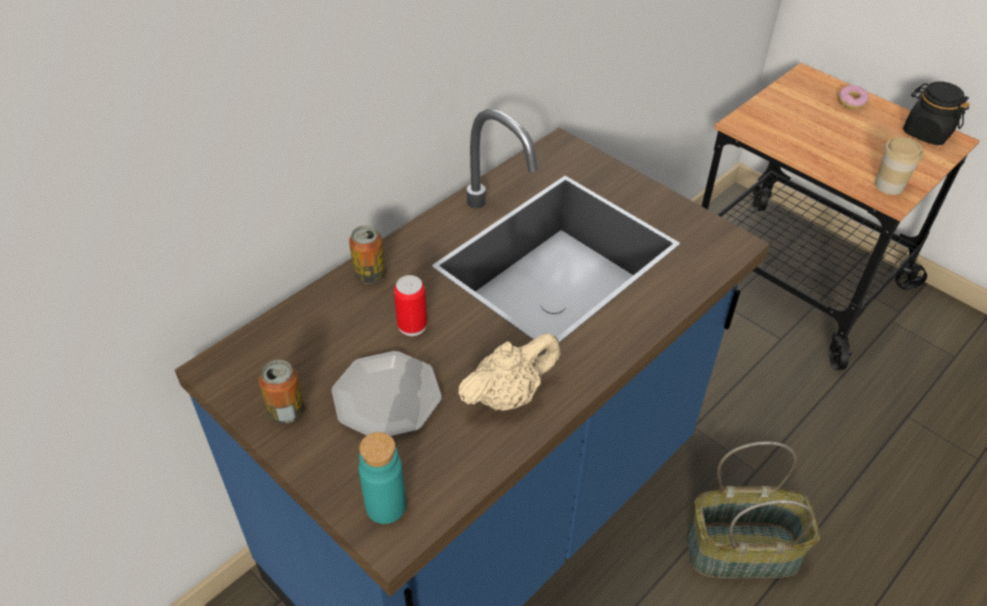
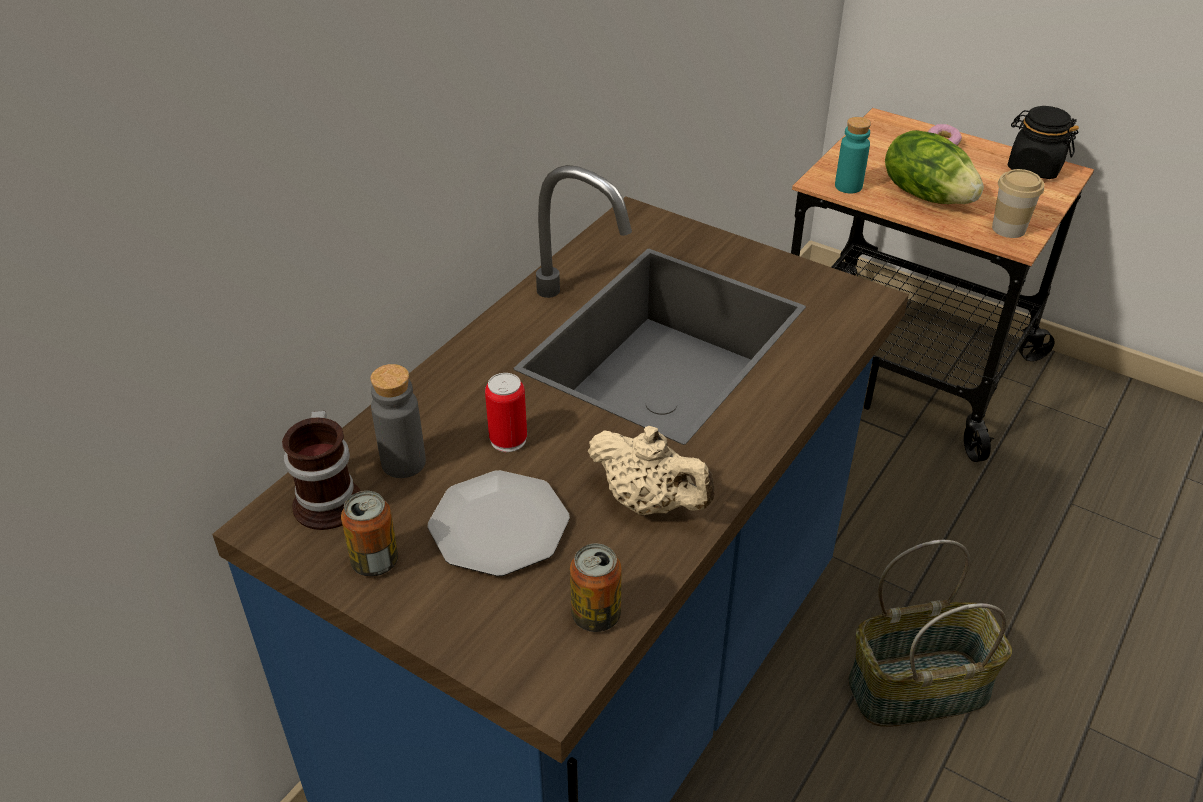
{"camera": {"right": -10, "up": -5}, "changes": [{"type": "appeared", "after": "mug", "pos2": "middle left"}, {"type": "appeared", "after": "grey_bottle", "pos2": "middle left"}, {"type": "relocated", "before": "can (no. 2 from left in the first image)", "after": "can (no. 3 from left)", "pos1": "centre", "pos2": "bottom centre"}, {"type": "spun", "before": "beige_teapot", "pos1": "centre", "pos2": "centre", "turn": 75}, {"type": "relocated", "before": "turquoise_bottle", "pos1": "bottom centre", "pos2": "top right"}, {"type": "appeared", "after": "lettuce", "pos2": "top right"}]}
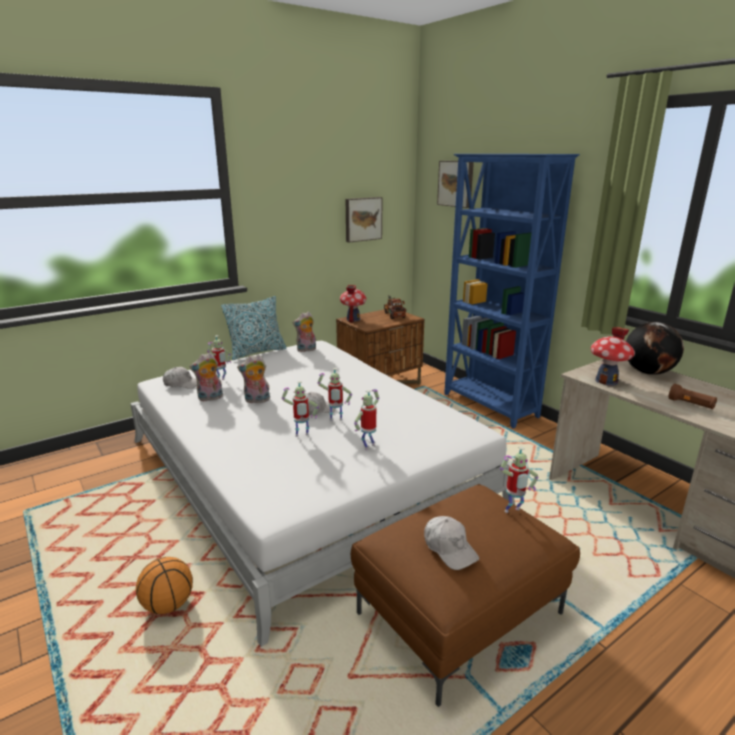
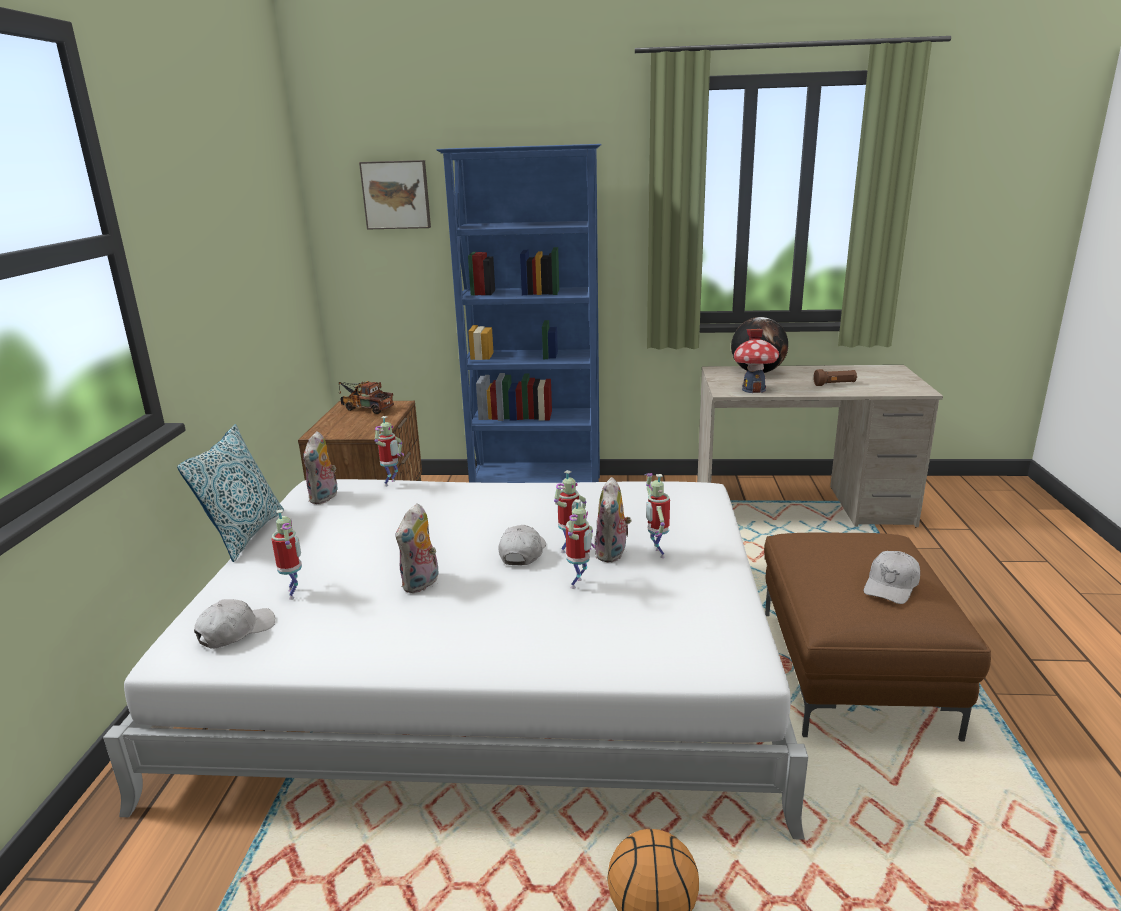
{"camera": {"right": -50, "up": 0}, "changes": [{"type": "relocated", "before": "toy_robot (no. 5 from left in the first image)", "after": "toy_robot (no. 2 from left)", "pos1": "middle right", "pos2": "centre"}, {"type": "relocated", "before": "plush_toy (no. 1 from left in the first image)", "after": "plush_toy (no. 3 from left)", "pos1": "middle left", "pos2": "centre"}, {"type": "spun", "before": "white_cap (no. 3 from left)", "pos1": "bottom centre", "pos2": "middle right", "turn": 120}, {"type": "missing", "before": "toy_house (no. 1 from left)", "pos1": "centre"}, {"type": "missing", "before": "picture (no. 1 from left)", "pos1": "top centre"}]}
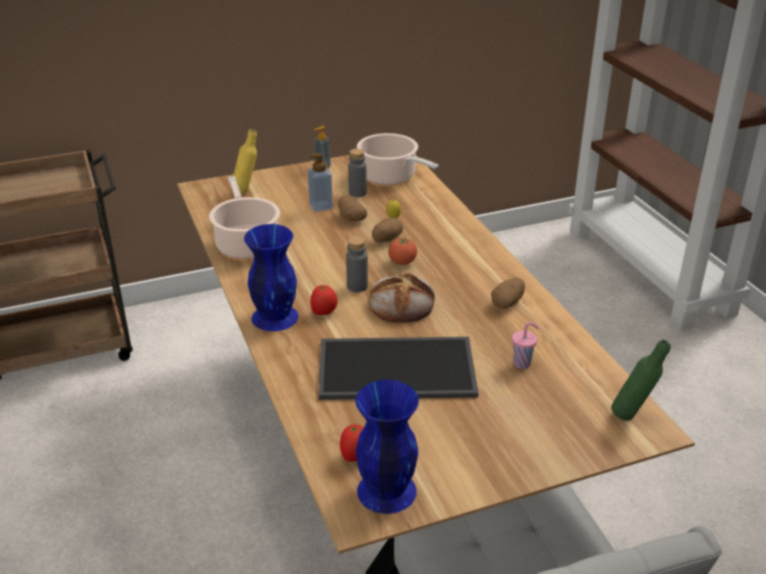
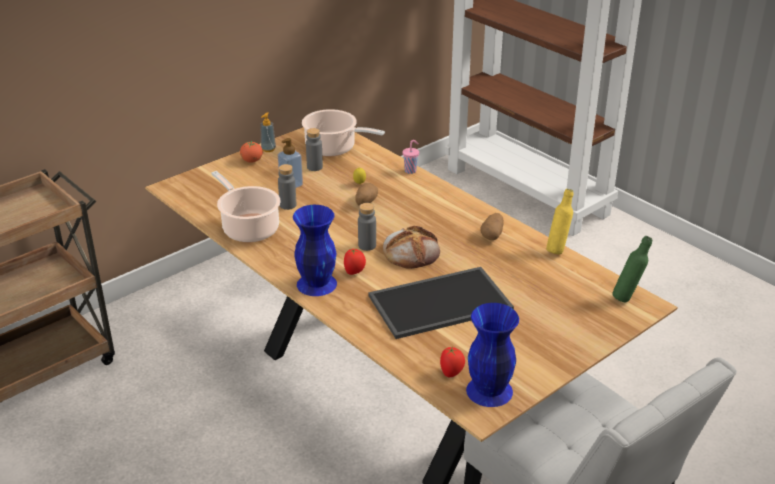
{"camera": {"right": -20, "up": 0}, "changes": [{"type": "relocated", "before": "tomato (no. 3 from left in the first image)", "after": "tomato (no. 1 from left)", "pos1": "centre", "pos2": "top left"}, {"type": "appeared", "after": "grey_bottle (no. 1 from left)", "pos2": "centre"}, {"type": "relocated", "before": "pink_cup", "pos1": "middle right", "pos2": "top centre"}, {"type": "relocated", "before": "yellow_bottle", "pos1": "top left", "pos2": "middle right"}, {"type": "missing", "before": "potato (no. 1 from left)", "pos1": "centre"}]}
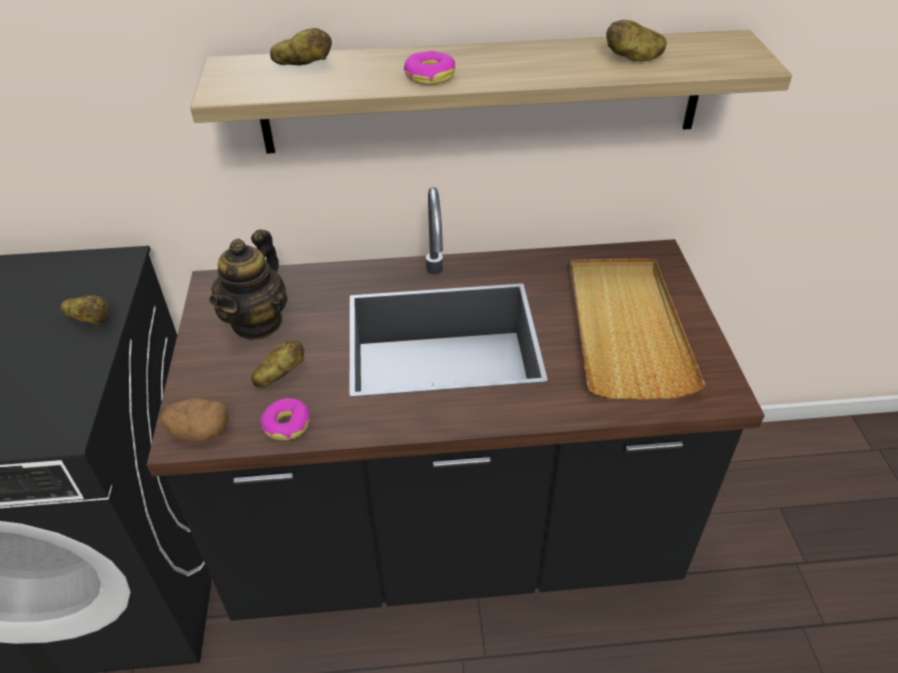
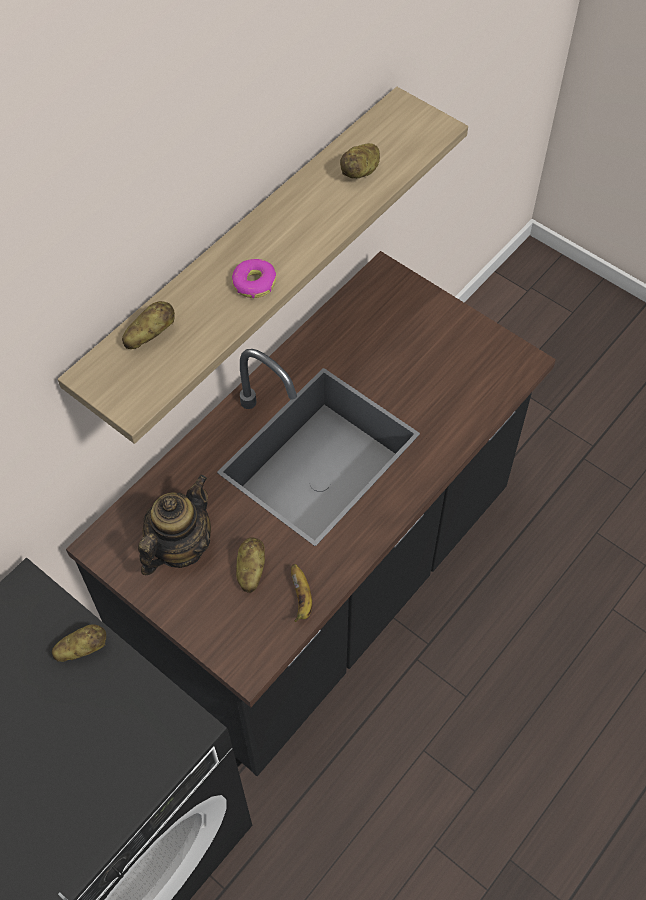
{"camera": {"right": -45, "up": 15}, "changes": [{"type": "spun", "before": "teapot", "pos1": "middle left", "pos2": "middle left", "turn": -120}, {"type": "exchanged", "before": "donut (no. 1 from left)", "after": "banana", "pos1": "middle left", "pos2": "centre"}, {"type": "missing", "before": "potato (no. 2 from left)", "pos1": "middle left"}, {"type": "missing", "before": "beige_tray", "pos1": "middle right"}]}
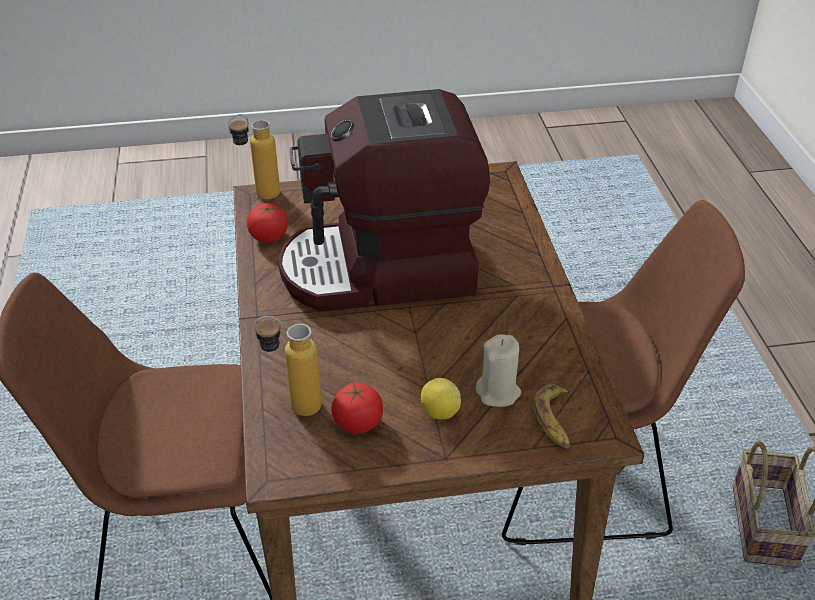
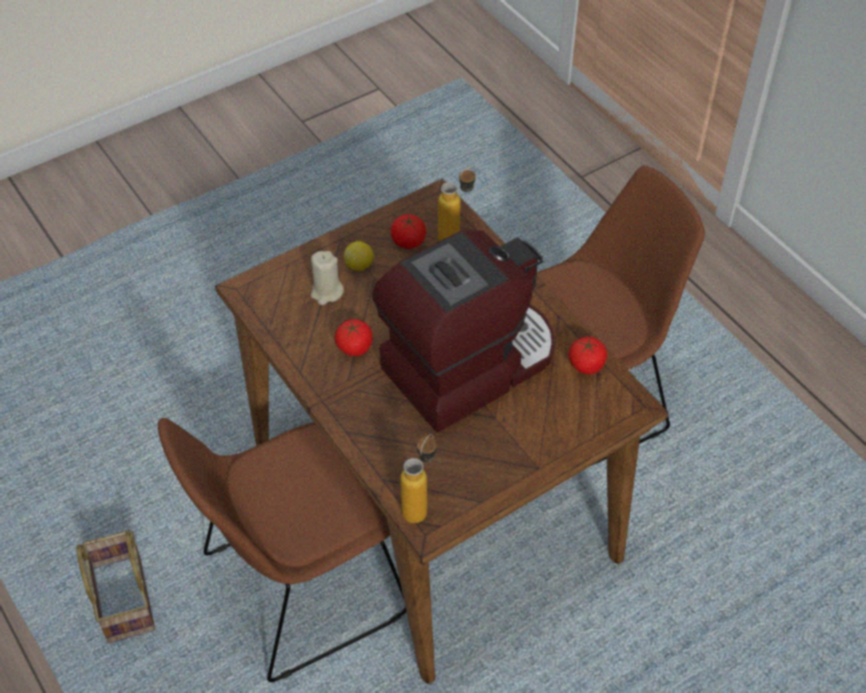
{"camera": {"right": 155, "up": 10}, "changes": [{"type": "appeared", "after": "tomato (no. 1 from left)", "pos2": "centre"}, {"type": "relocated", "before": "bottle (no. 1 from left)", "pos1": "top left", "pos2": "bottom centre"}, {"type": "missing", "before": "banana", "pos1": "bottom right"}]}
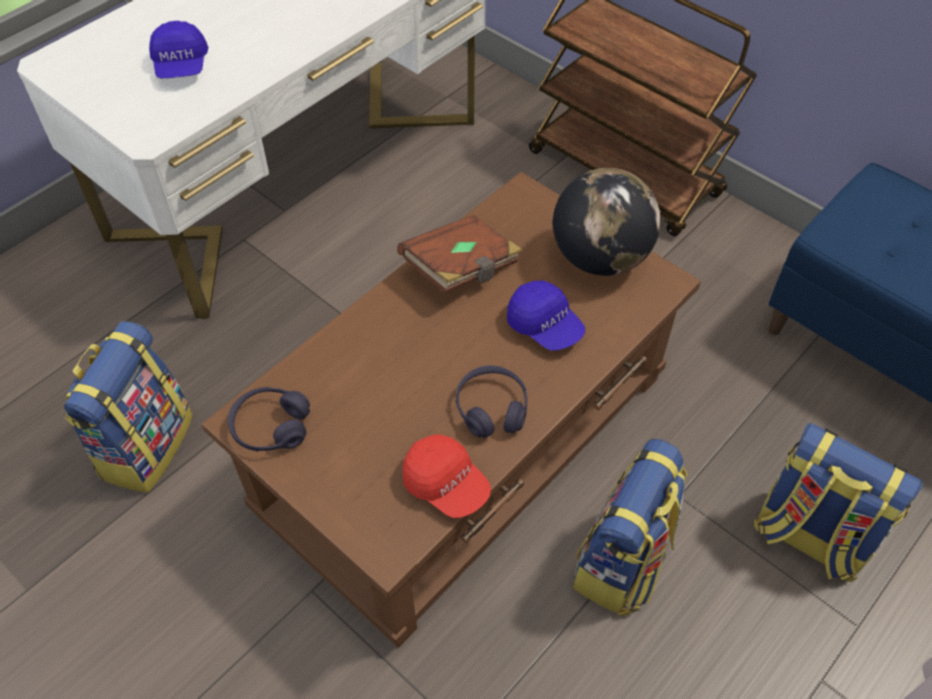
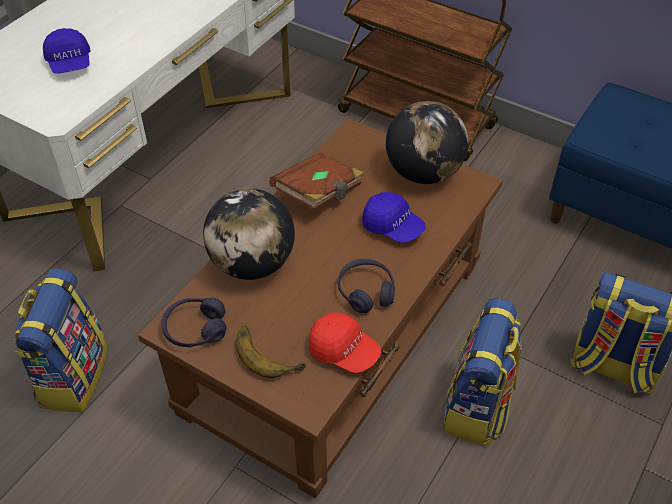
{"camera": {"right": -10, "up": -5}, "changes": [{"type": "appeared", "after": "globe (no. 1 from left)", "pos2": "centre"}, {"type": "appeared", "after": "banana", "pos2": "bottom centre"}]}
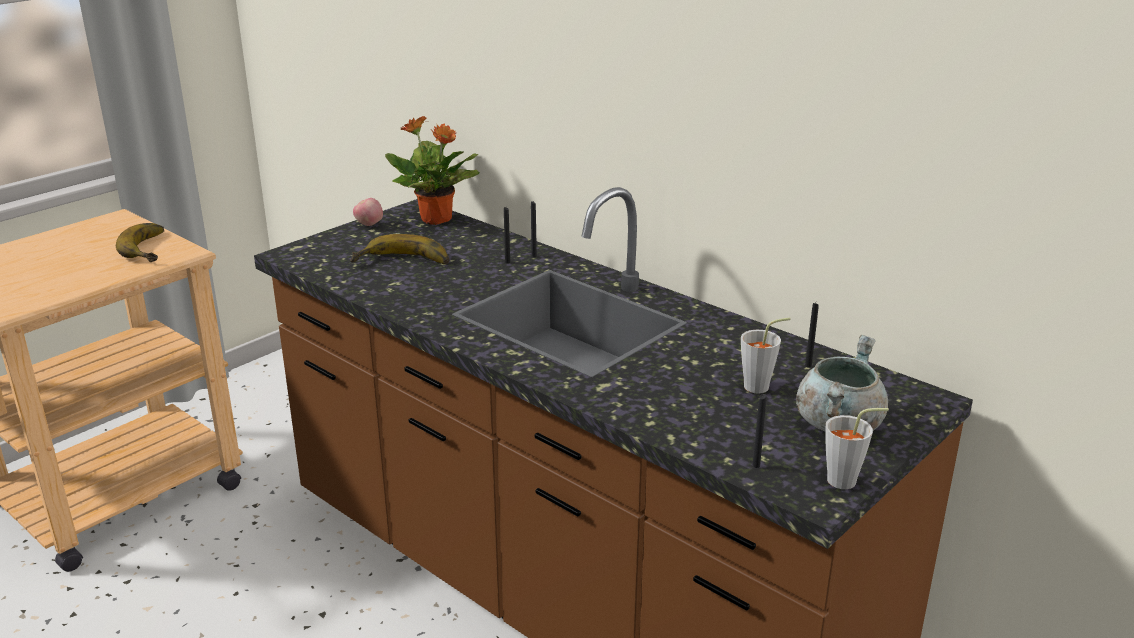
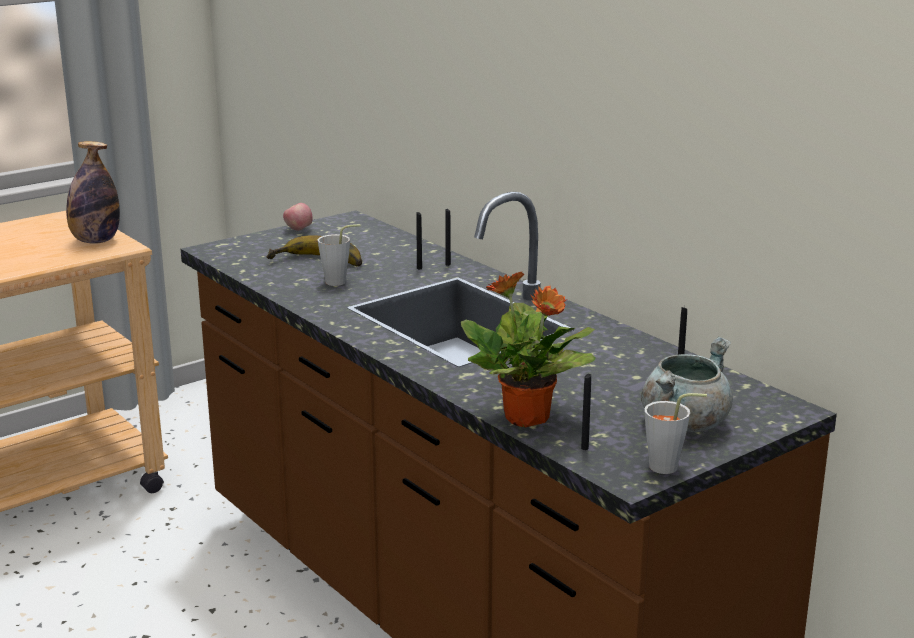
{"camera": {"right": 10, "up": -5}, "changes": [{"type": "exchanged", "before": "banana (no. 1 from left)", "after": "bottle", "pos1": "middle left", "pos2": "top left"}, {"type": "relocated", "before": "grey_cup (no. 1 from left)", "pos1": "middle right", "pos2": "centre"}, {"type": "relocated", "before": "potted_plant", "pos1": "top centre", "pos2": "centre"}]}
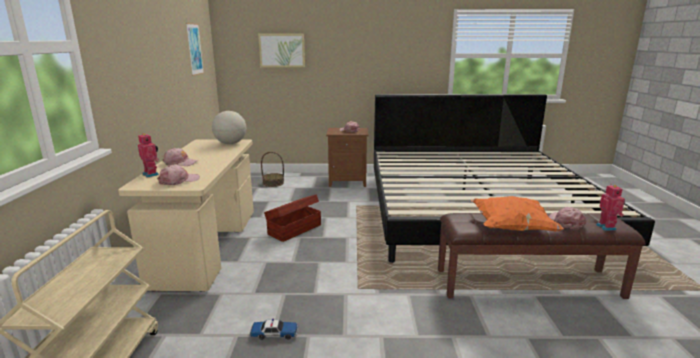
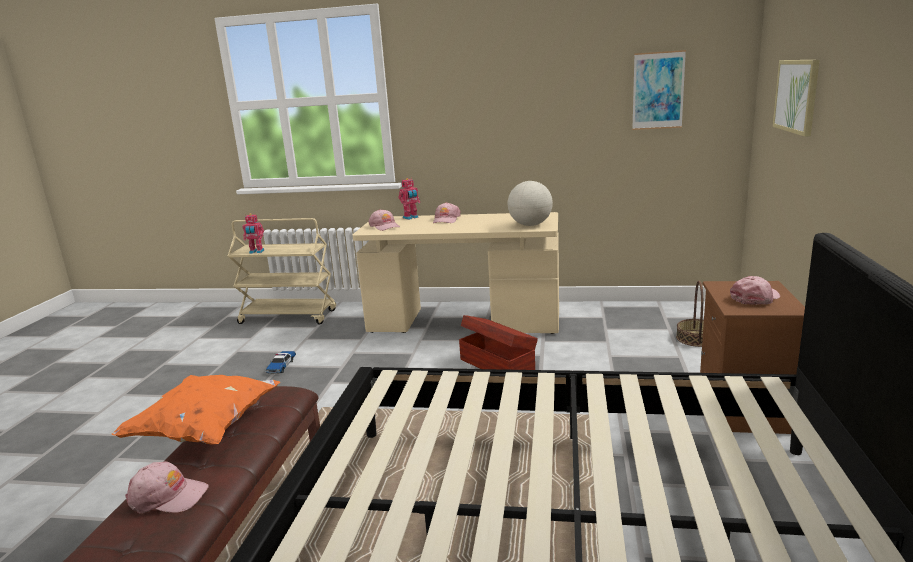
{"camera": {"right": 100, "up": 0}, "changes": [{"type": "relocated", "before": "toy_robot (no. 2 from left in the first image)", "after": "toy_robot (no. 1 from left)", "pos1": "middle right", "pos2": "middle left"}]}
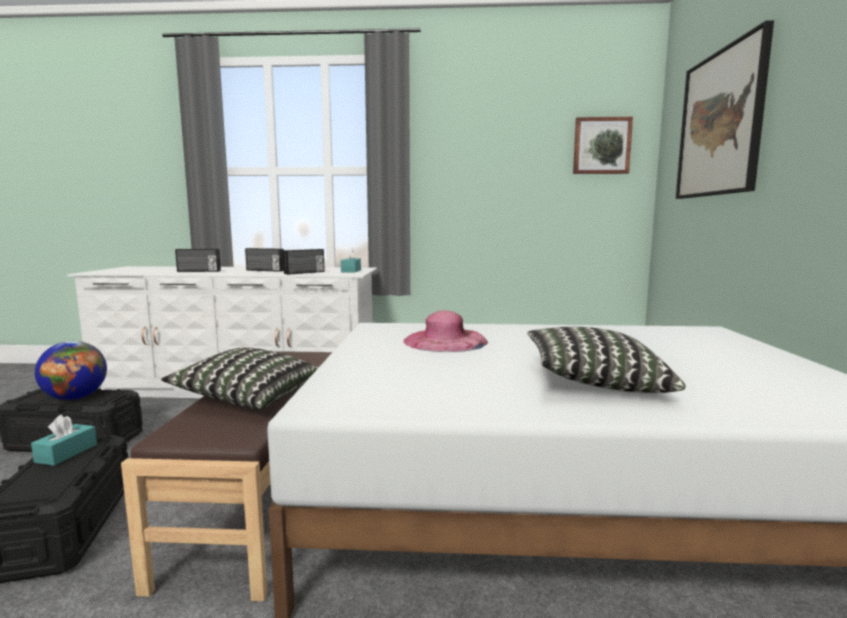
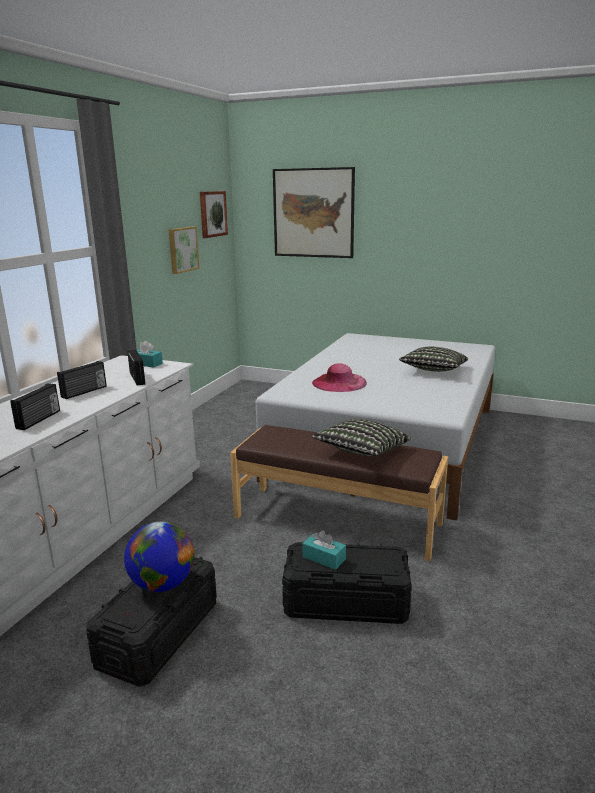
{"camera": {"right": -70, "up": 10}, "changes": [{"type": "appeared", "after": "picture (no. 1 from left)", "pos2": "top left"}]}
